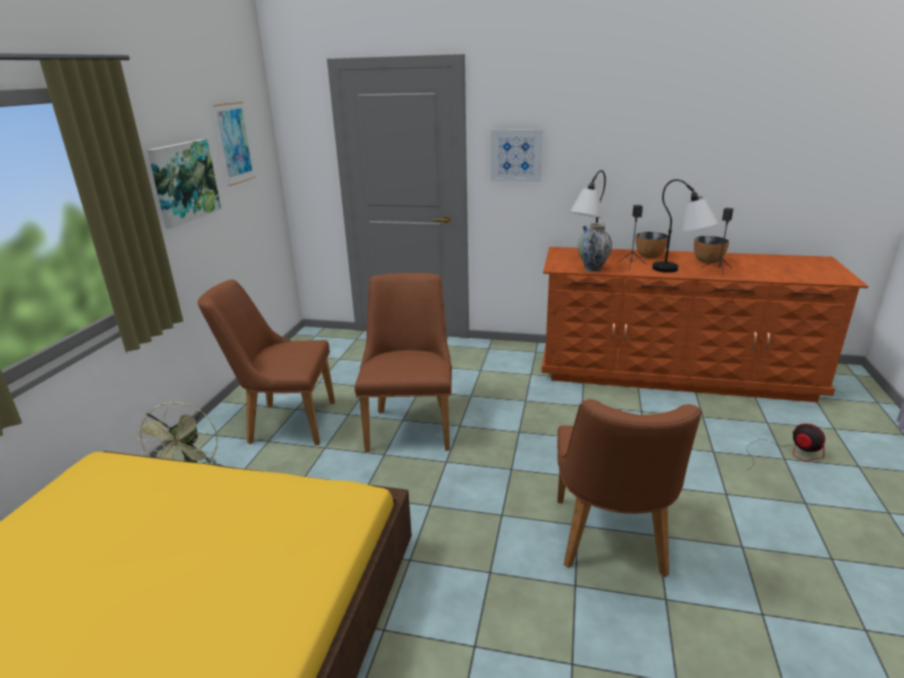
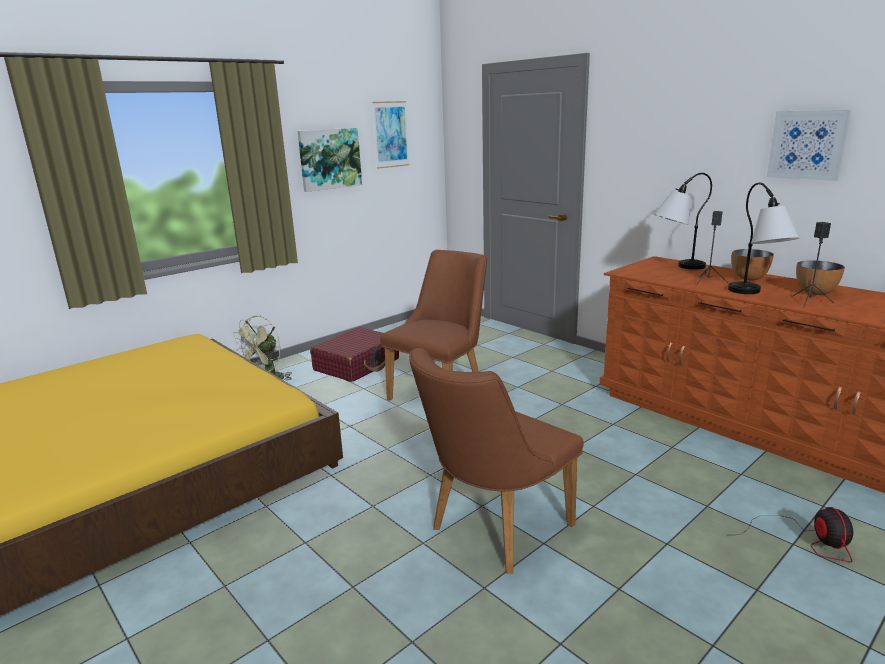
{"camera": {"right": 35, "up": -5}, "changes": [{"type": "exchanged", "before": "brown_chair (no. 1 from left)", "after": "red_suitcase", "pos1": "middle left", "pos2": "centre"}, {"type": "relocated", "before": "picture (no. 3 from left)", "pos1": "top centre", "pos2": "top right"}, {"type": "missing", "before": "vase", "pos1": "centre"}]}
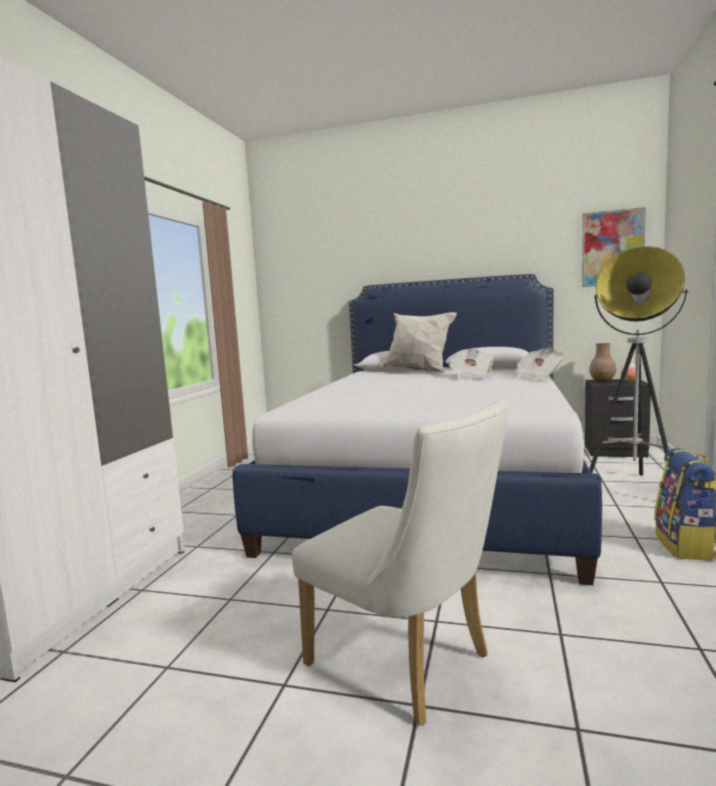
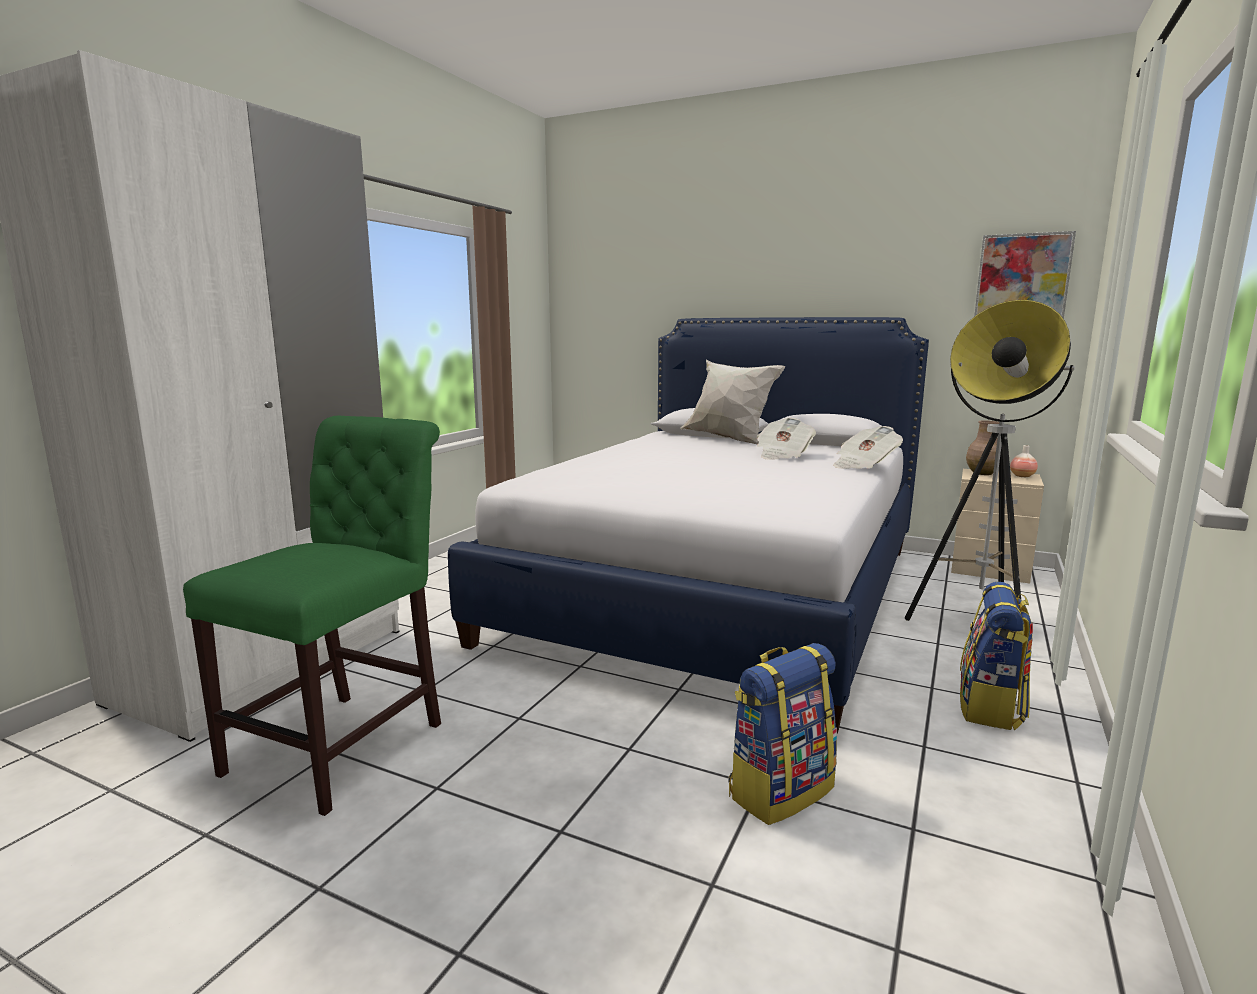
{"camera": {"right": 10, "up": 5}, "changes": [{"type": "appeared", "after": "green_chair", "pos2": "middle left"}, {"type": "appeared", "after": "backpack (no. 1 from left)", "pos2": "bottom centre"}, {"type": "colour", "before": "black_nightstand", "after": "beige_nightstand", "pos1": "middle right", "pos2": "middle right"}, {"type": "missing", "before": "white_chair", "pos1": "bottom centre"}]}
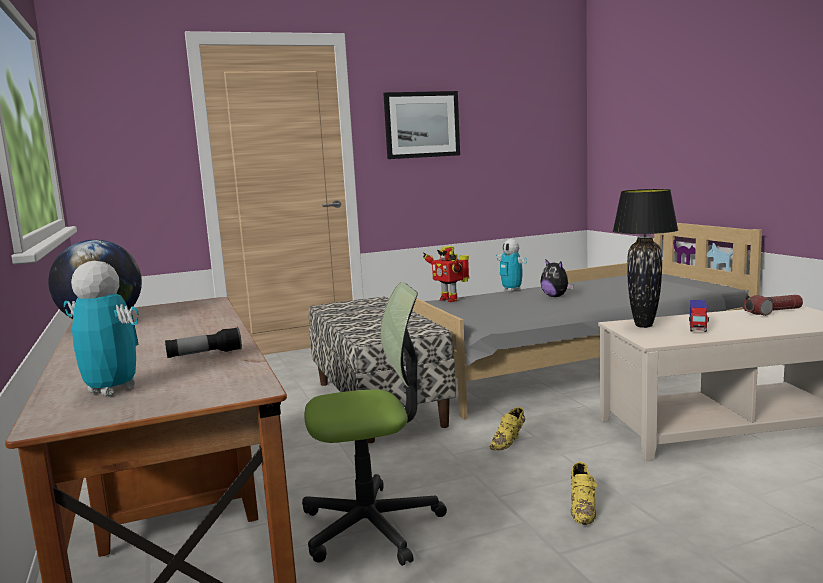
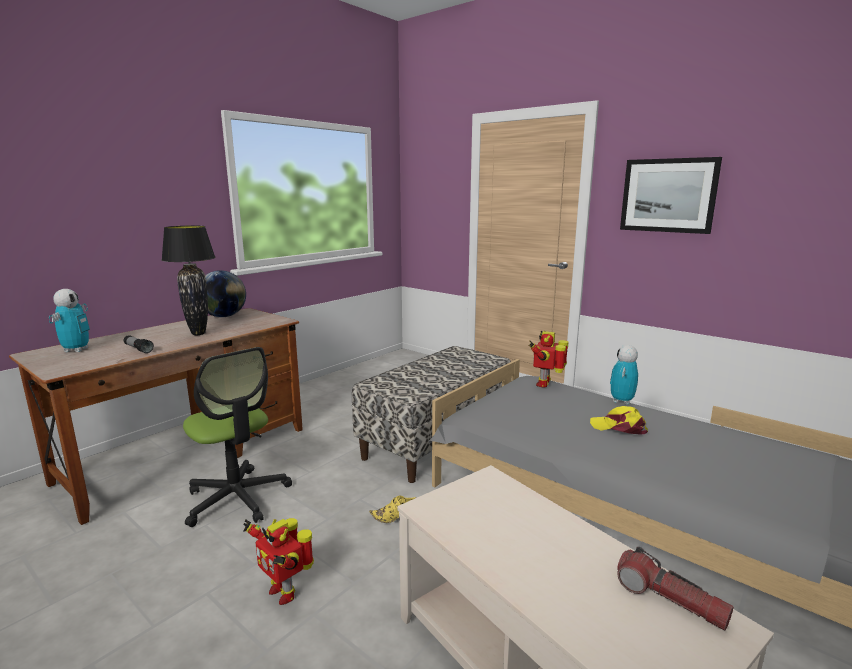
{"camera": {"right": 60, "up": 5}, "changes": [{"type": "relocated", "before": "black_table_lamp", "pos1": "middle right", "pos2": "middle left"}, {"type": "exchanged", "before": "yellow_shoe (no. 2 from left)", "after": "toy_robot (no. 2 from left)", "pos1": "bottom right", "pos2": "bottom left"}, {"type": "exchanged", "before": "plush_toy", "after": "yellow_cap", "pos1": "middle right", "pos2": "middle right"}, {"type": "missing", "before": "toy_truck", "pos1": "middle right"}]}
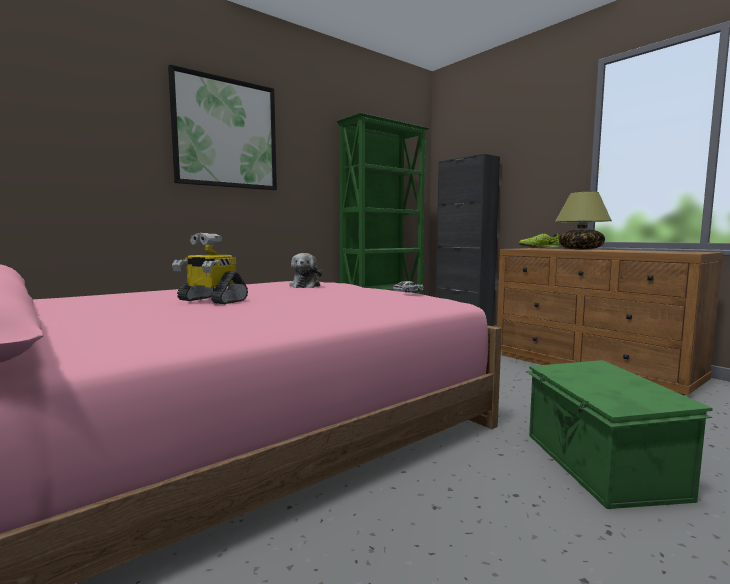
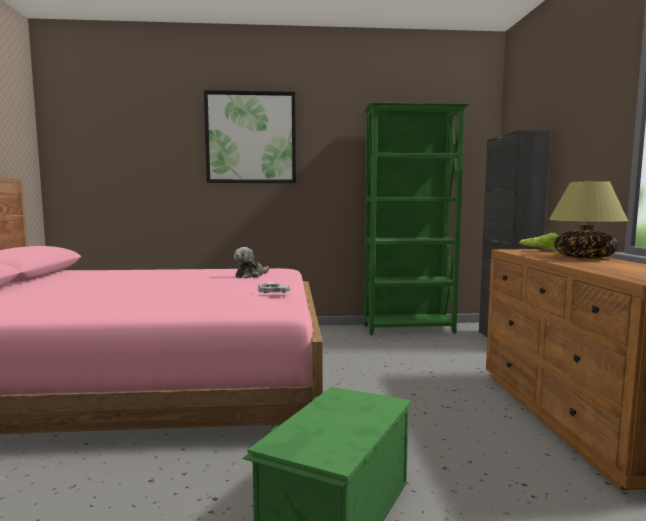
{"camera": {"right": 35, "up": 0}, "changes": [{"type": "missing", "before": "toy_robot", "pos1": "middle left"}]}
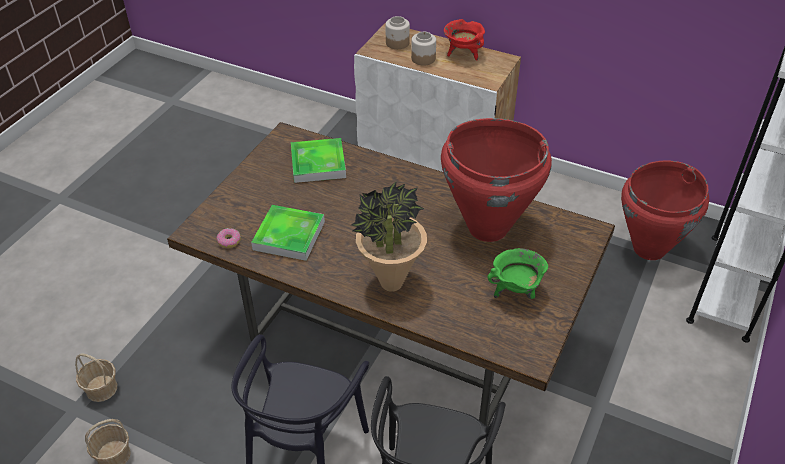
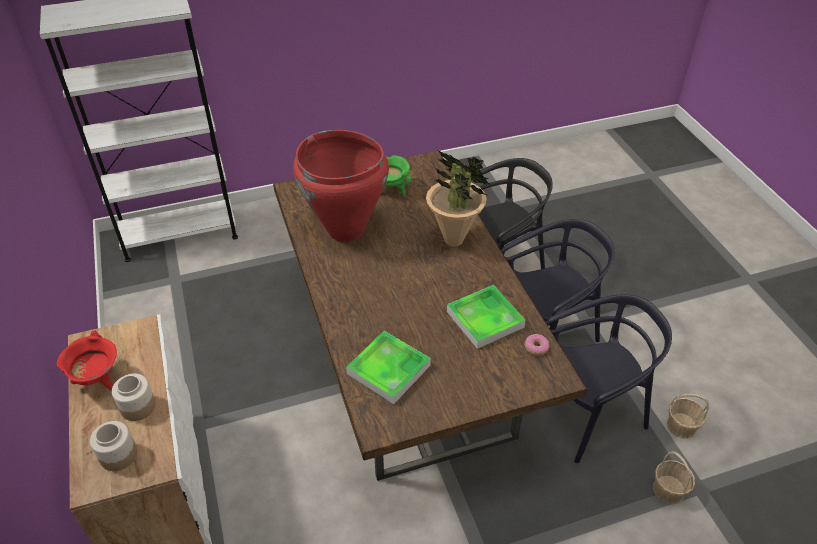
{"camera": {"right": -135, "up": 0}, "changes": [{"type": "appeared", "after": "black_chair (no. 3 from left)", "pos2": "bottom right"}, {"type": "missing", "before": "red_vase (no. 2 from left)", "pos1": "middle right"}]}
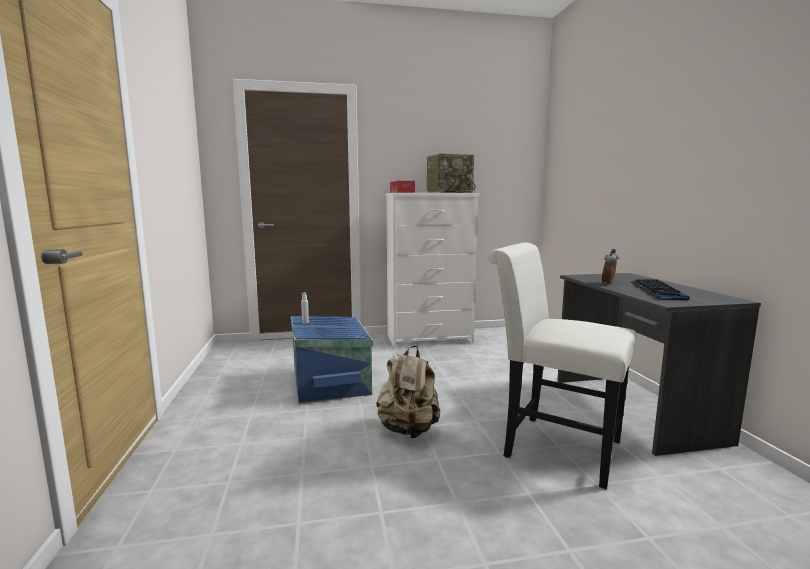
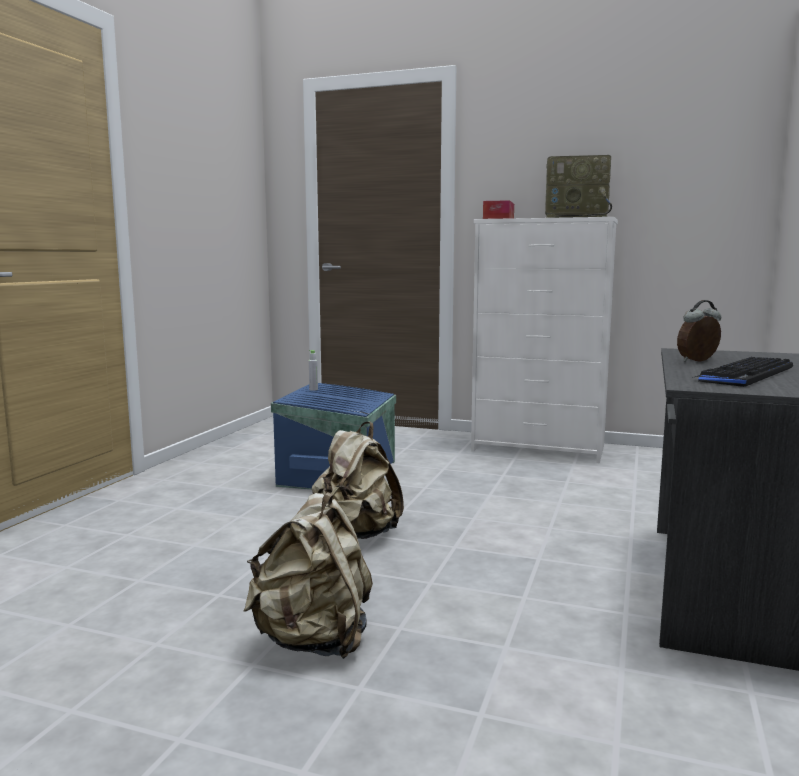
{"camera": {"right": 30, "up": 0}, "changes": [{"type": "appeared", "after": "beige_backpack (no. 1 from left)", "pos2": "bottom centre"}, {"type": "missing", "before": "white_chair", "pos1": "middle right"}]}
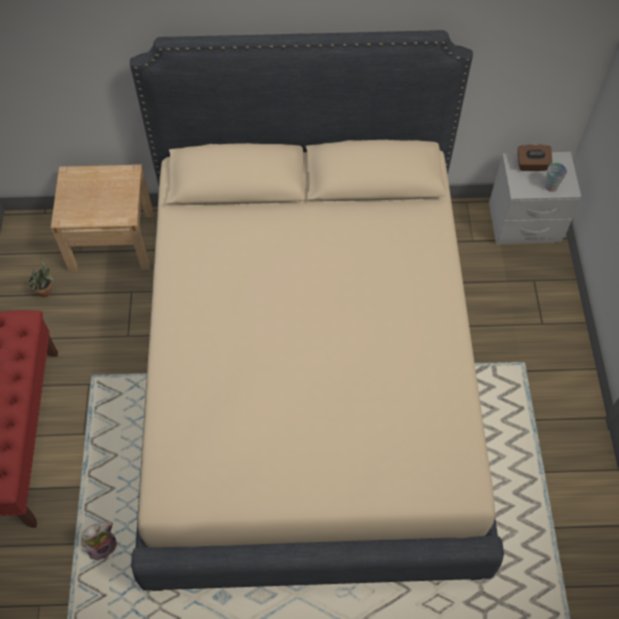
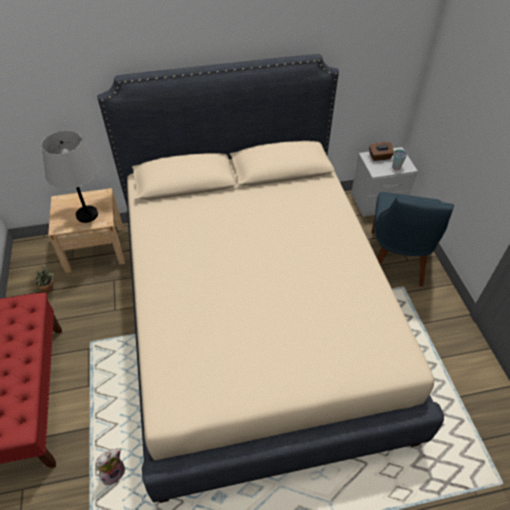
{"camera": {"right": -10, "up": -10}, "changes": [{"type": "appeared", "after": "grey_table_lamp", "pos2": "middle left"}, {"type": "appeared", "after": "blue_chair", "pos2": "middle right"}]}
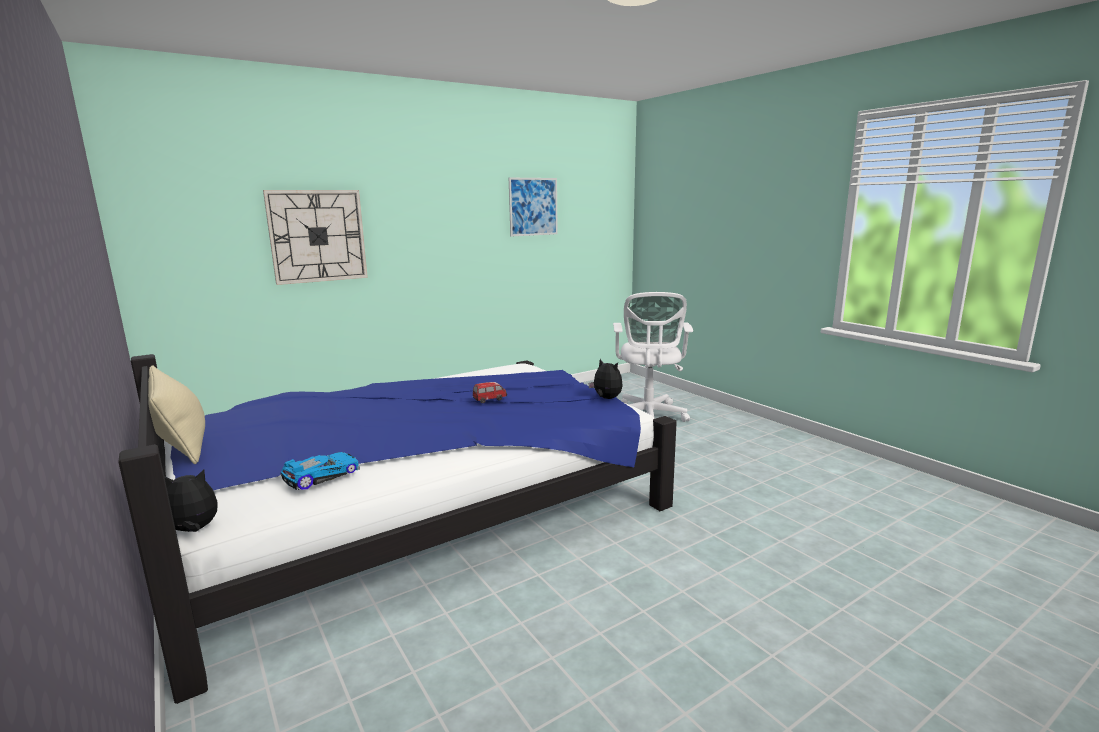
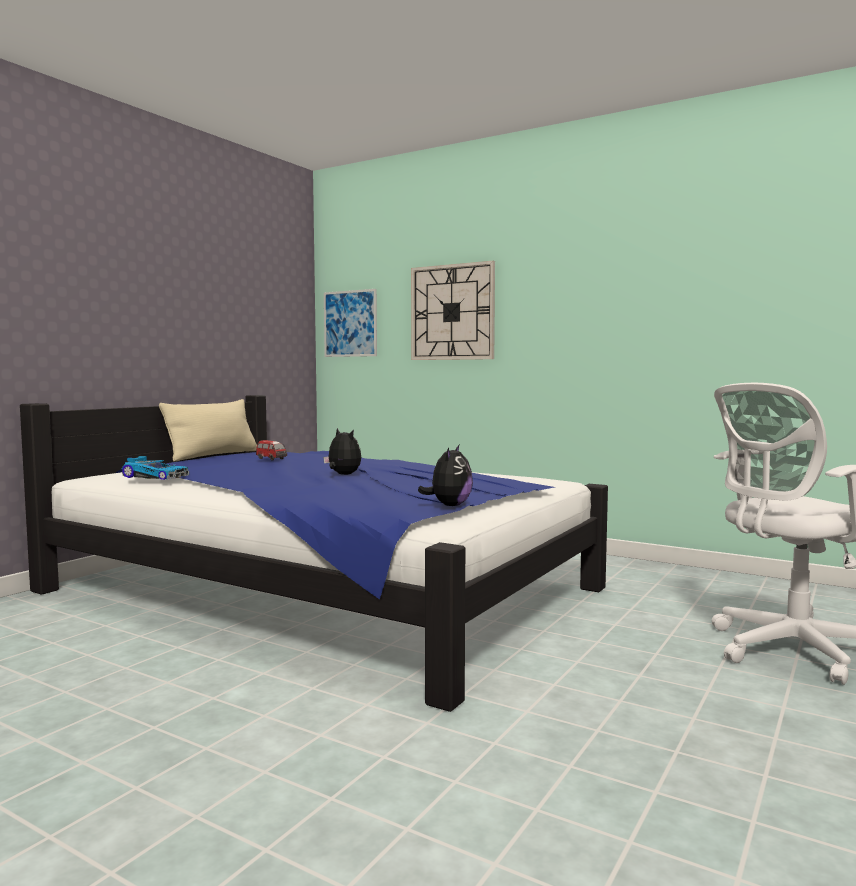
{"camera": {"right": 65, "up": -10}, "changes": [{"type": "relocated", "before": "toy_car (no. 2 from left)", "pos1": "centre", "pos2": "middle left"}, {"type": "relocated", "before": "plush_toy (no. 1 from left)", "pos1": "bottom left", "pos2": "centre"}, {"type": "relocated", "before": "picture", "pos1": "top centre", "pos2": "centre"}]}
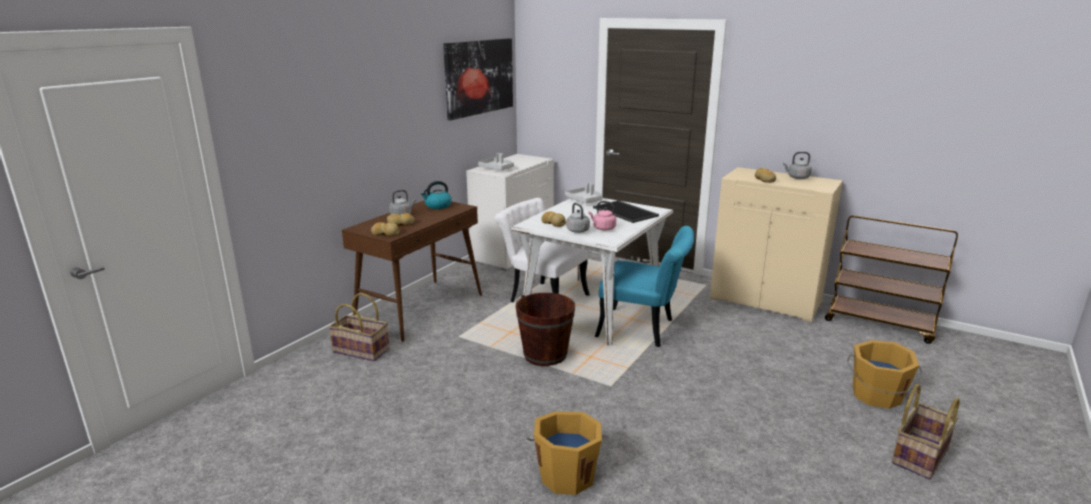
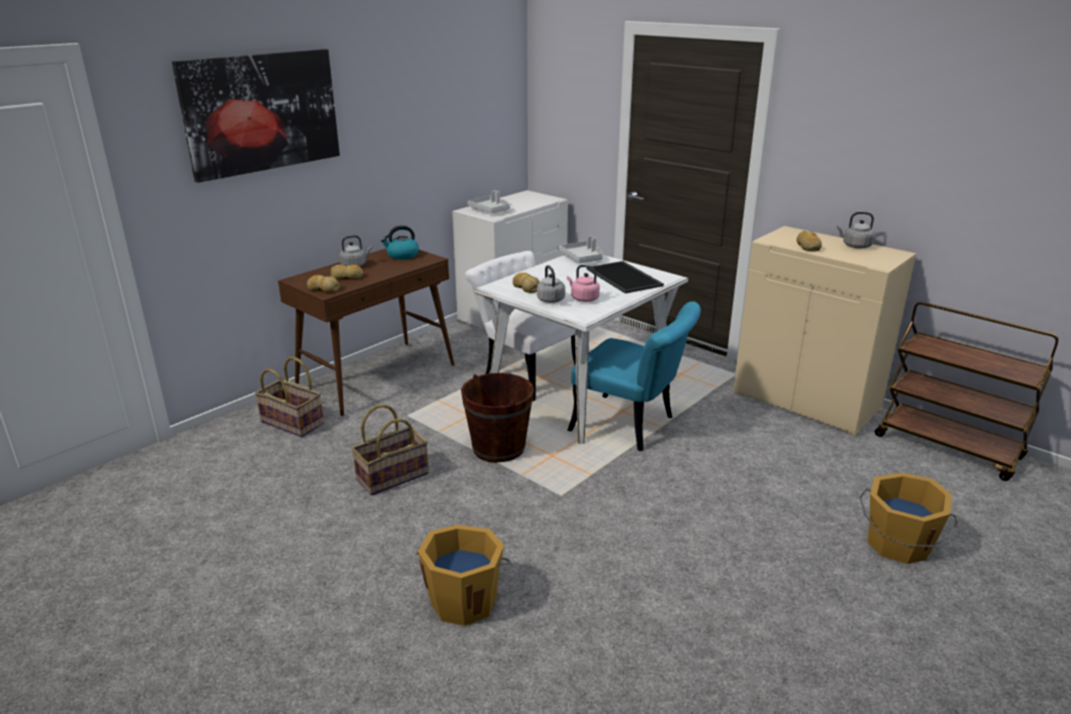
{"camera": {"right": 10, "up": 5}, "changes": [{"type": "relocated", "before": "picture", "pos1": "top centre", "pos2": "top left"}, {"type": "relocated", "before": "basket (no. 2 from left)", "pos1": "bottom right", "pos2": "centre"}]}
